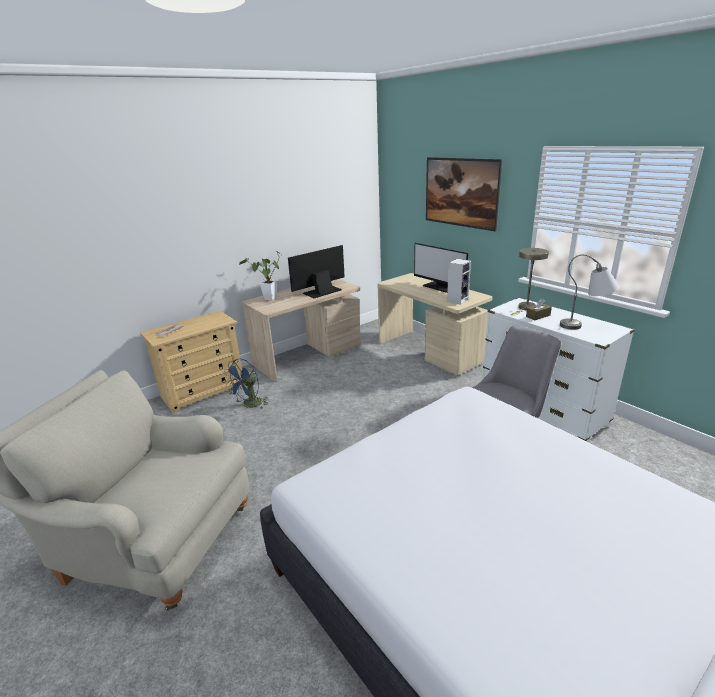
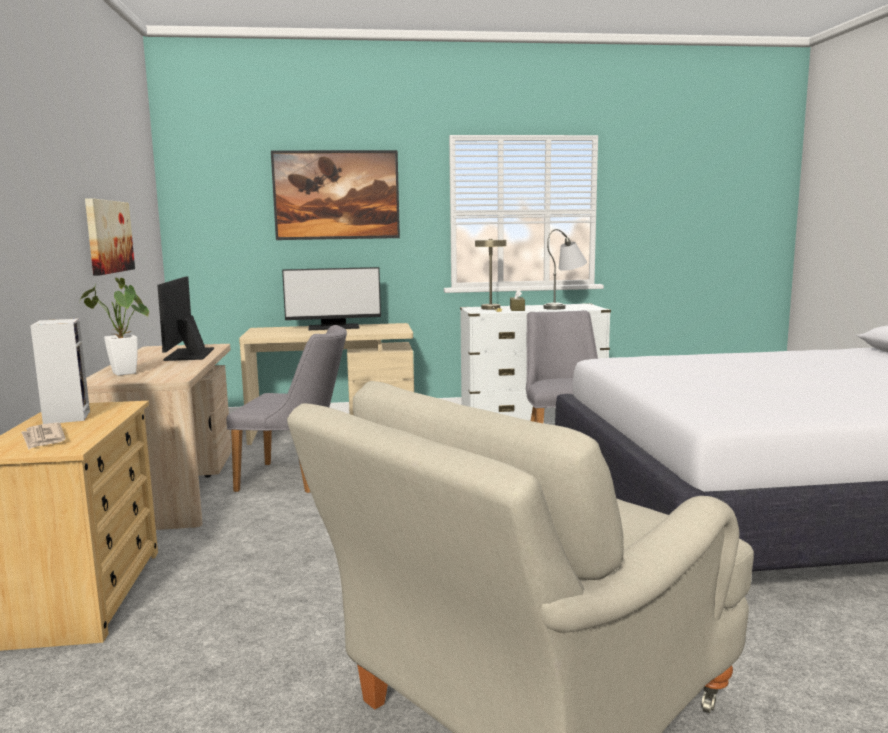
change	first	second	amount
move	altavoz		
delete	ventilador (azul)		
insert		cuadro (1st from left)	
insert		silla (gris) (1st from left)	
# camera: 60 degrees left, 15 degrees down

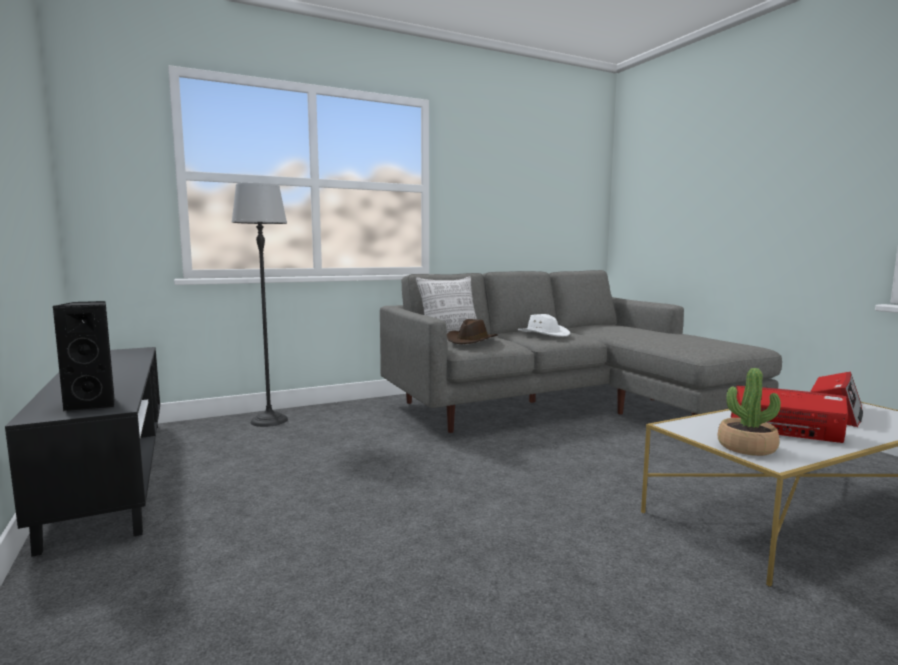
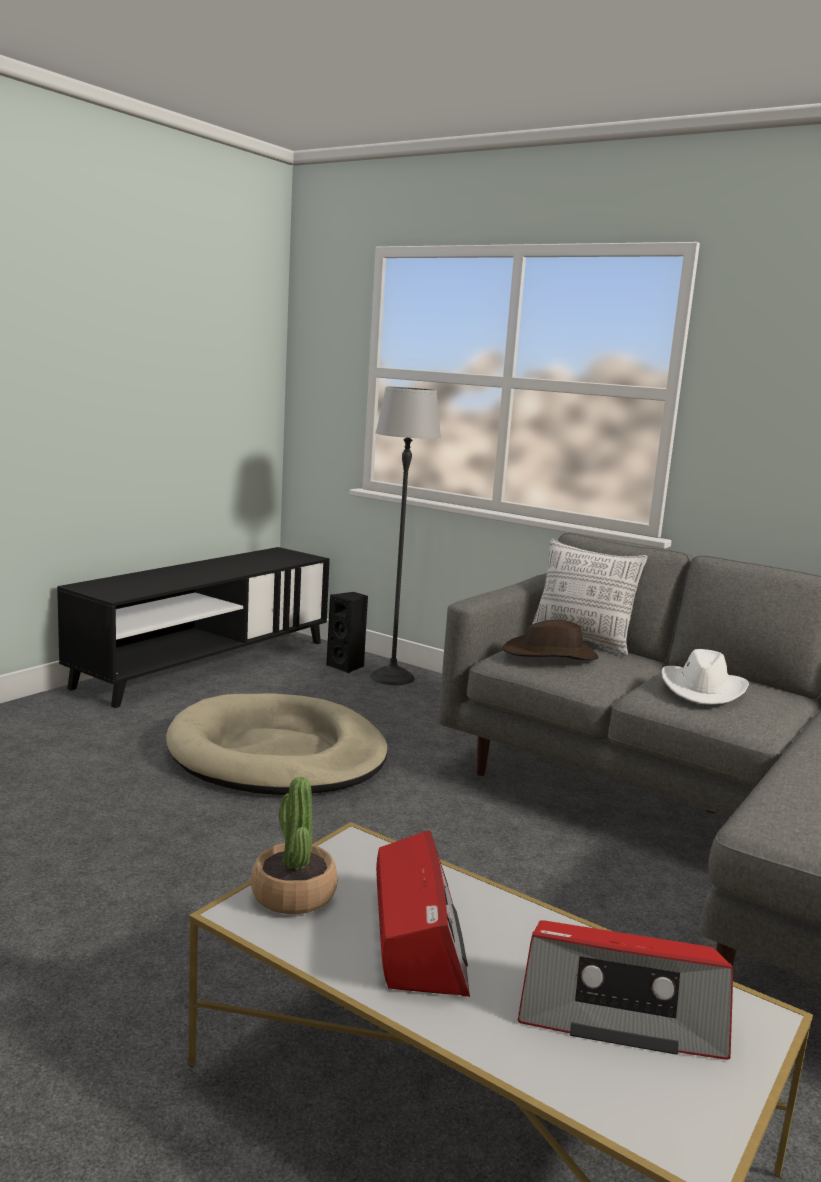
change	first	second	amount
move	altavoz (negro)		
insert		cama para perro (beis)	
# camera: 60 degrees right, 5 degrees up

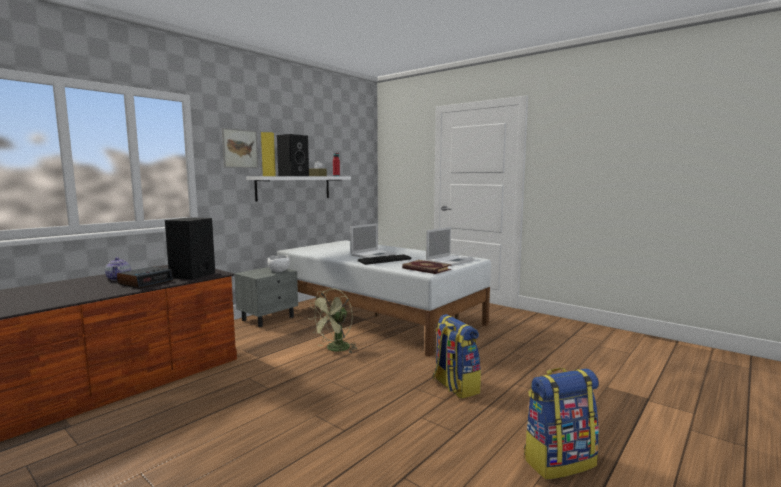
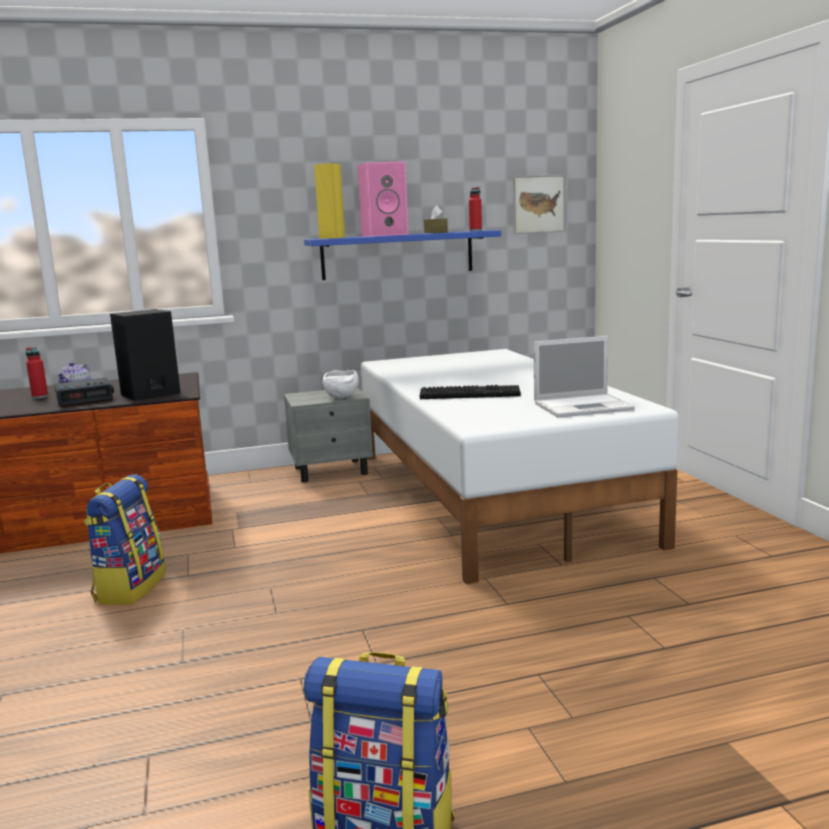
change	first	second	amount
move	cuadro		
recolor	altavoz (negro) (2nd from left)	altavoz (rosa)	
recolor	estante (blanco)	estante (azul)	
delete	portátil (1st from left)		
delete	libro		
delete	ventilador (verde)		
move	mochila (1st from left)		
insert		botella (rojo) (1st from left)	
# camera: 35 degrees right, 5 degrees up

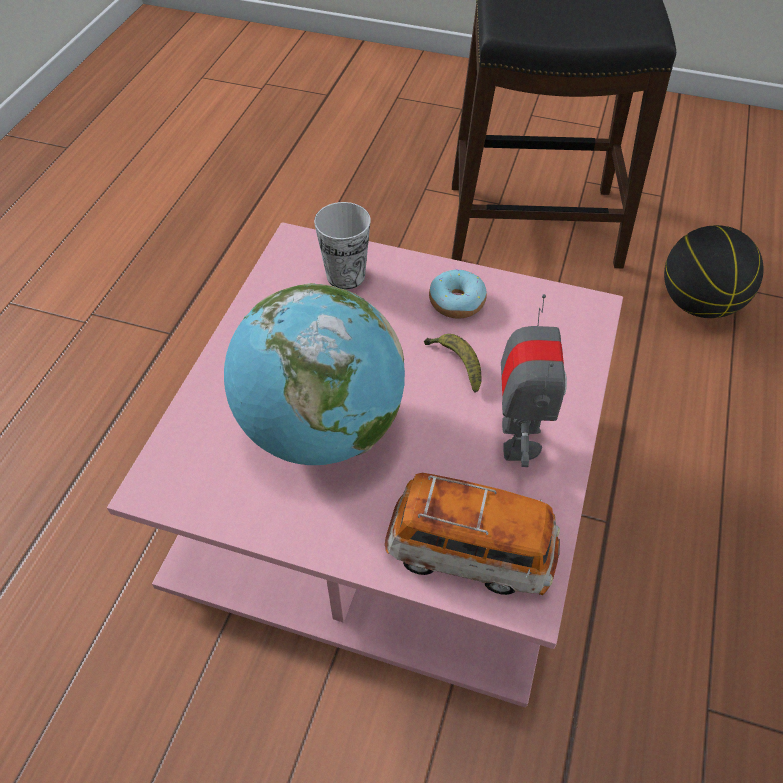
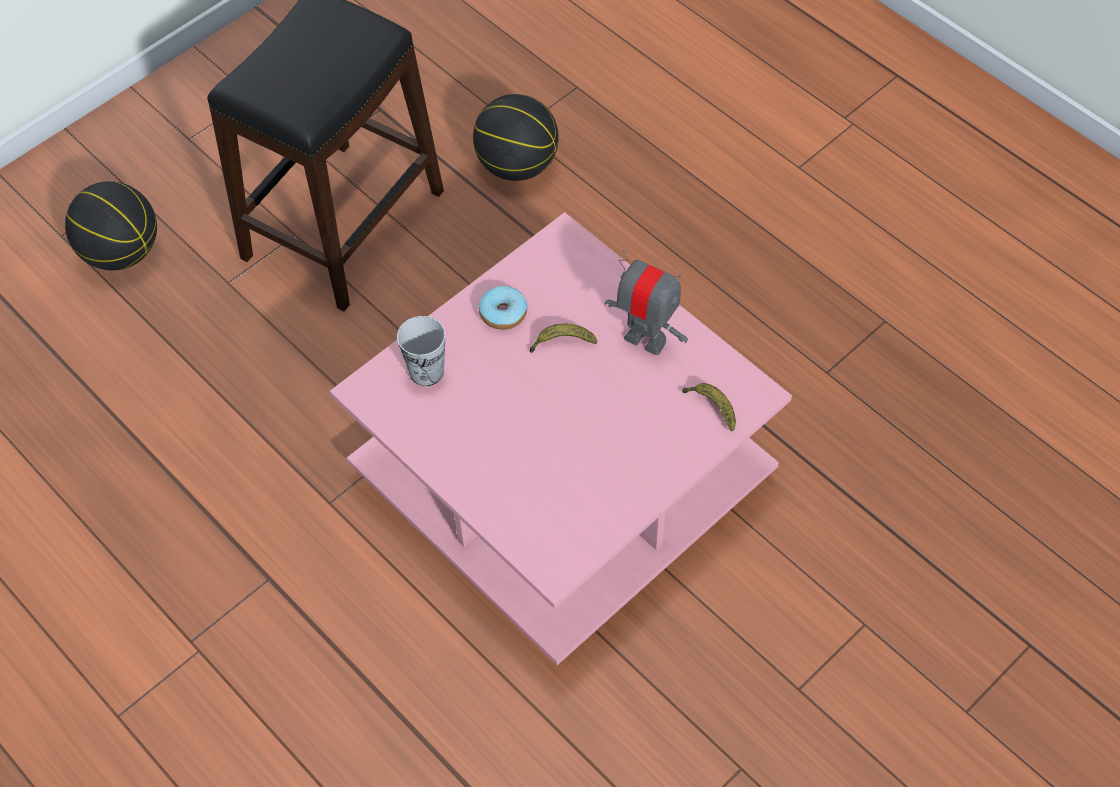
change	first	second	amount
delete	globo terráqueo		
replace	coche de juguete	plátano (2nd from left)	
insert		balón de baloncesto (1st from left)	
# camera: 60 degrees left, 5 degrees up

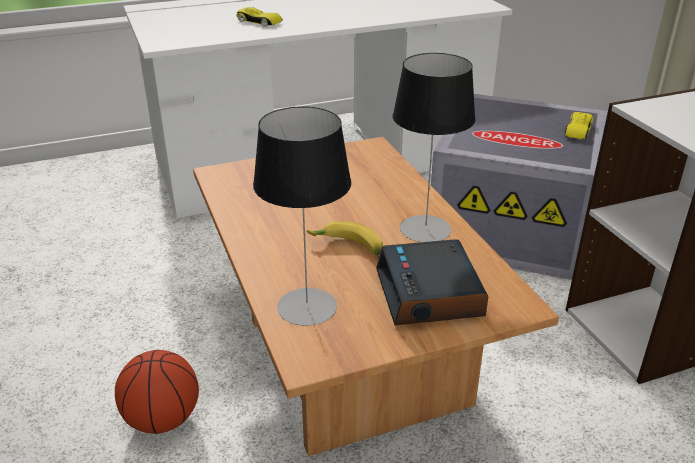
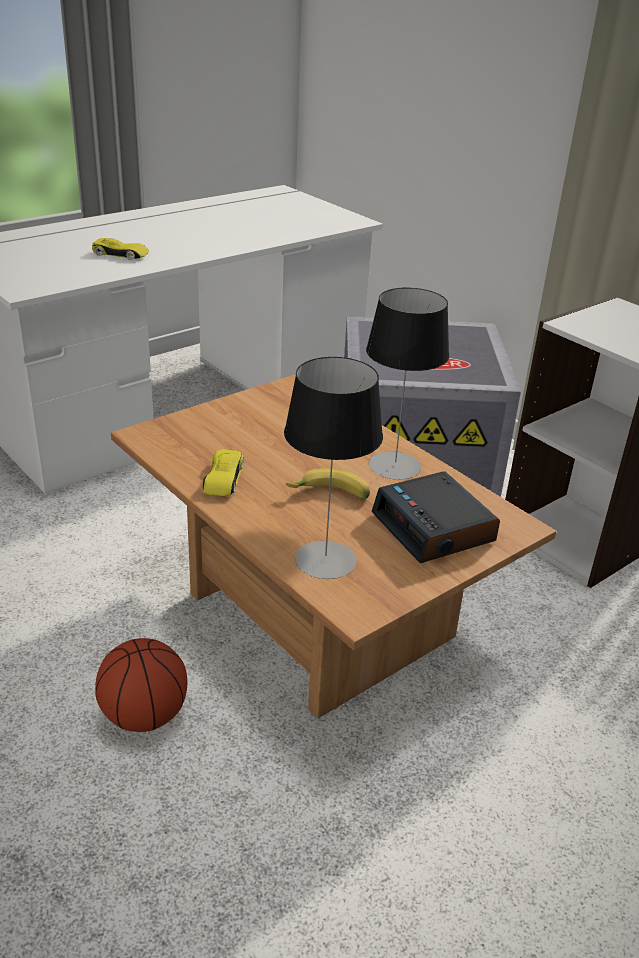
change	first	second	amount
move	coche de juguete (amarillo) (2nd from left)		
# camera: 20 degrees left, 0 degrees up

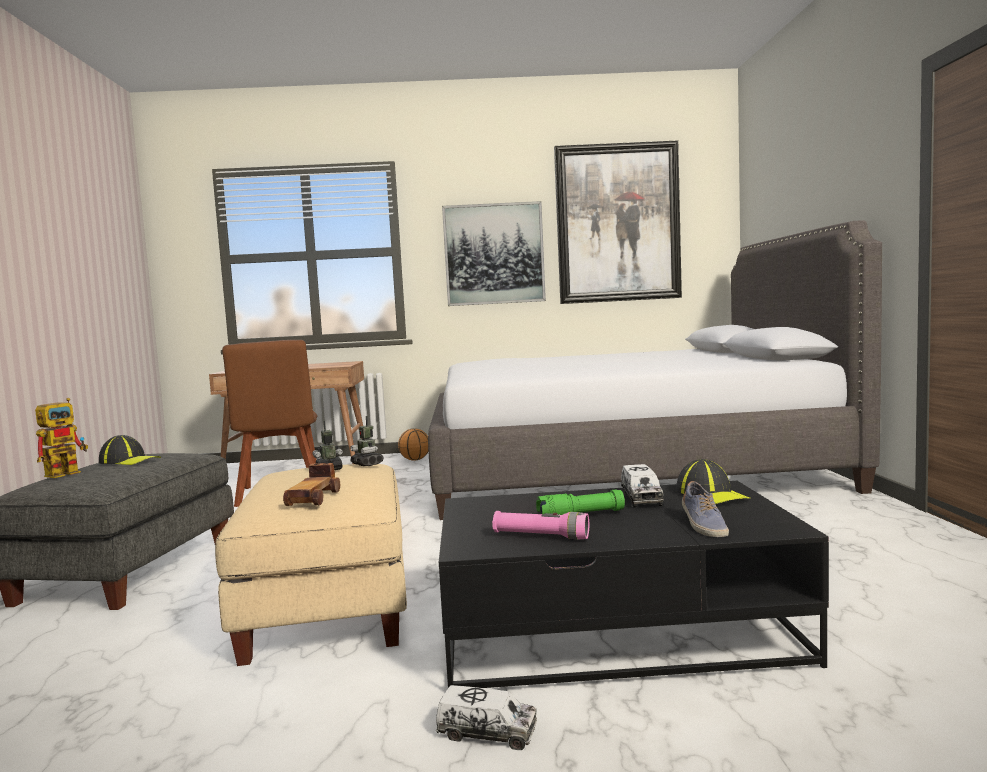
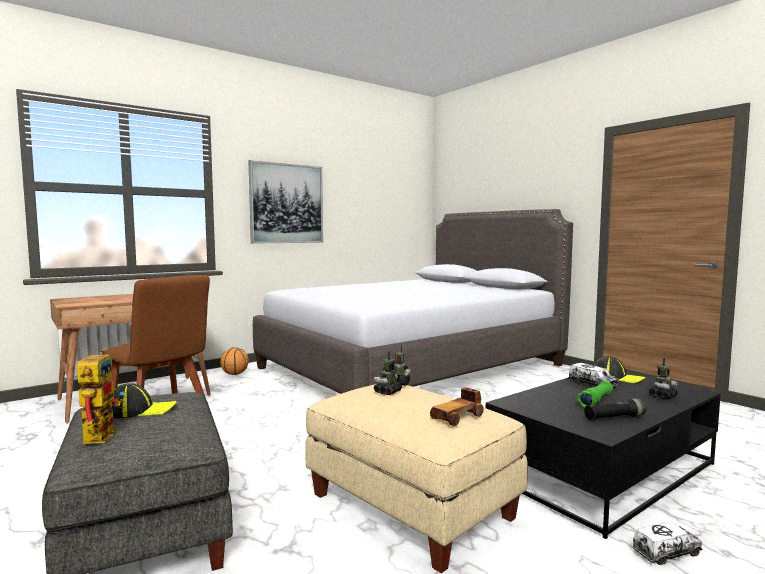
change	first	second	amount
delete	cuadro (2nd from left)		
rotate	coche de juguete		75 degrees clockwise
replace	zapato	robot de juguete (4th from left)	
recolor	linterna (rosa)	linterna (negro)	
# camera: 35 degrees left, 0 degrees up

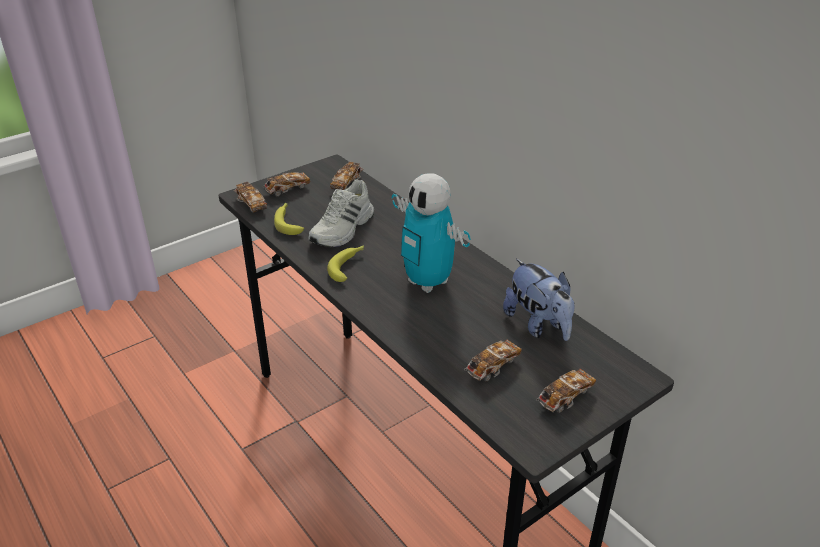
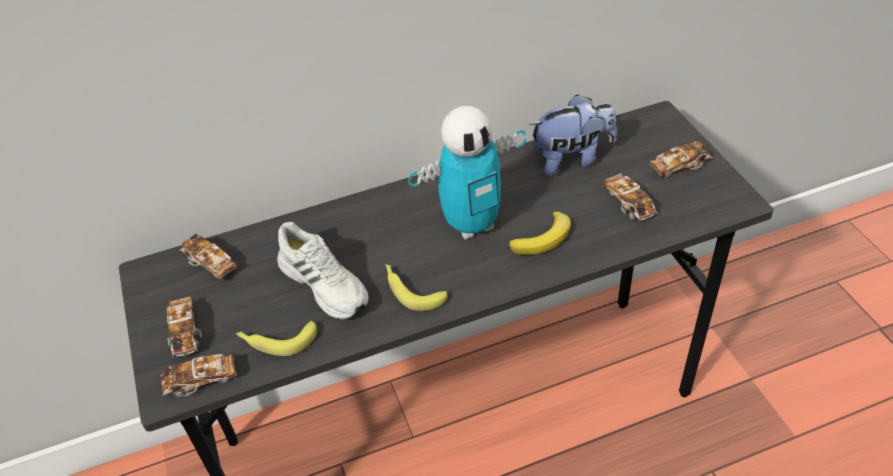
change	first	second	amount
rotate	coche de juguete (5th from left)		90 degrees counterclockwise
insert		plátano (3rd from left)	
# camera: 70 degrees left, 10 degrees up

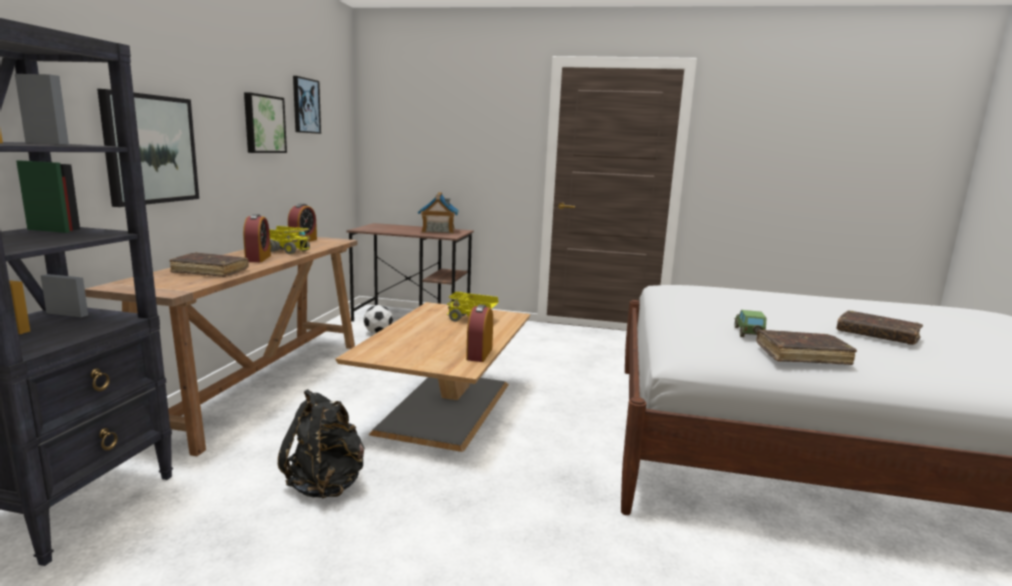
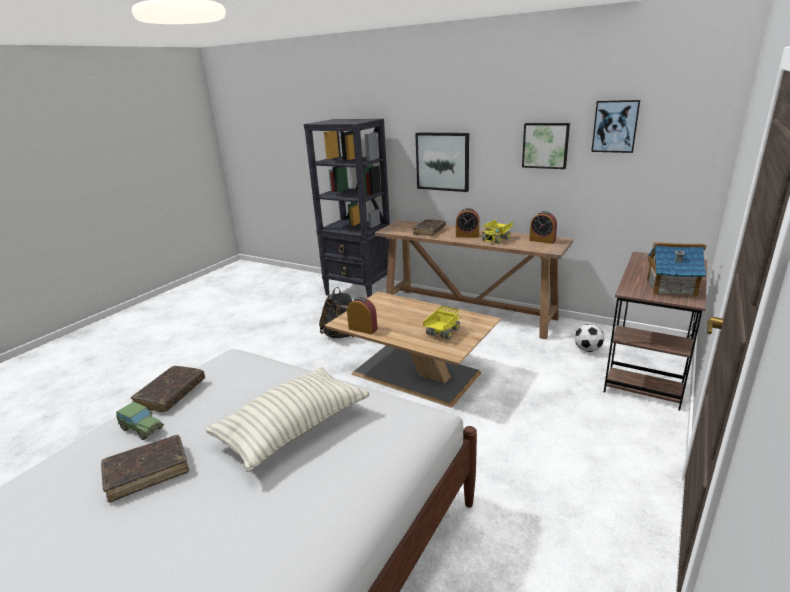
change	first	second	amount
move	coche de juguete		
insert		cojín	
# camera: 110 degrees right, 10 degrees up

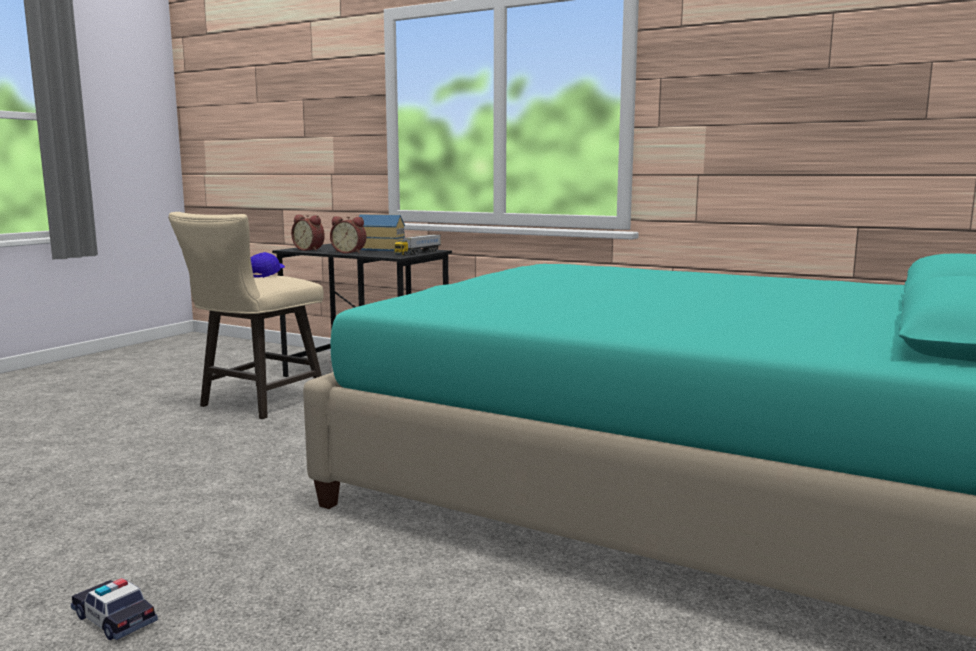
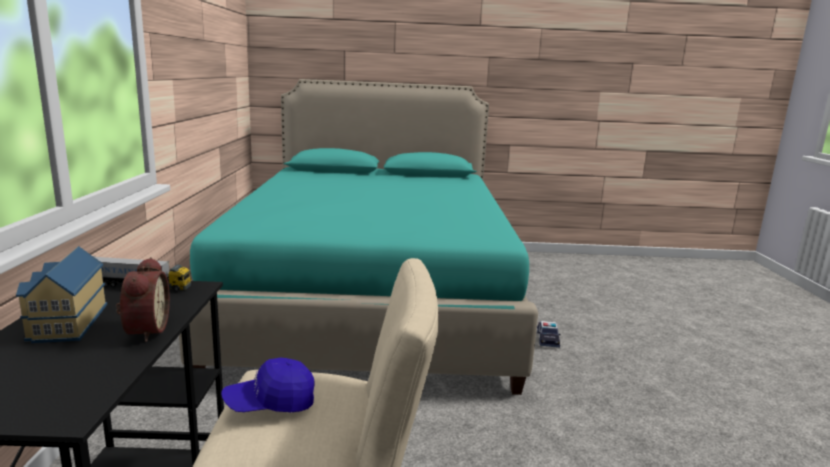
change	first	second	amount
delete	despertador (1st from left)		
move	coche de juguete		
# camera: 120 degrees left, 5 degrees up

